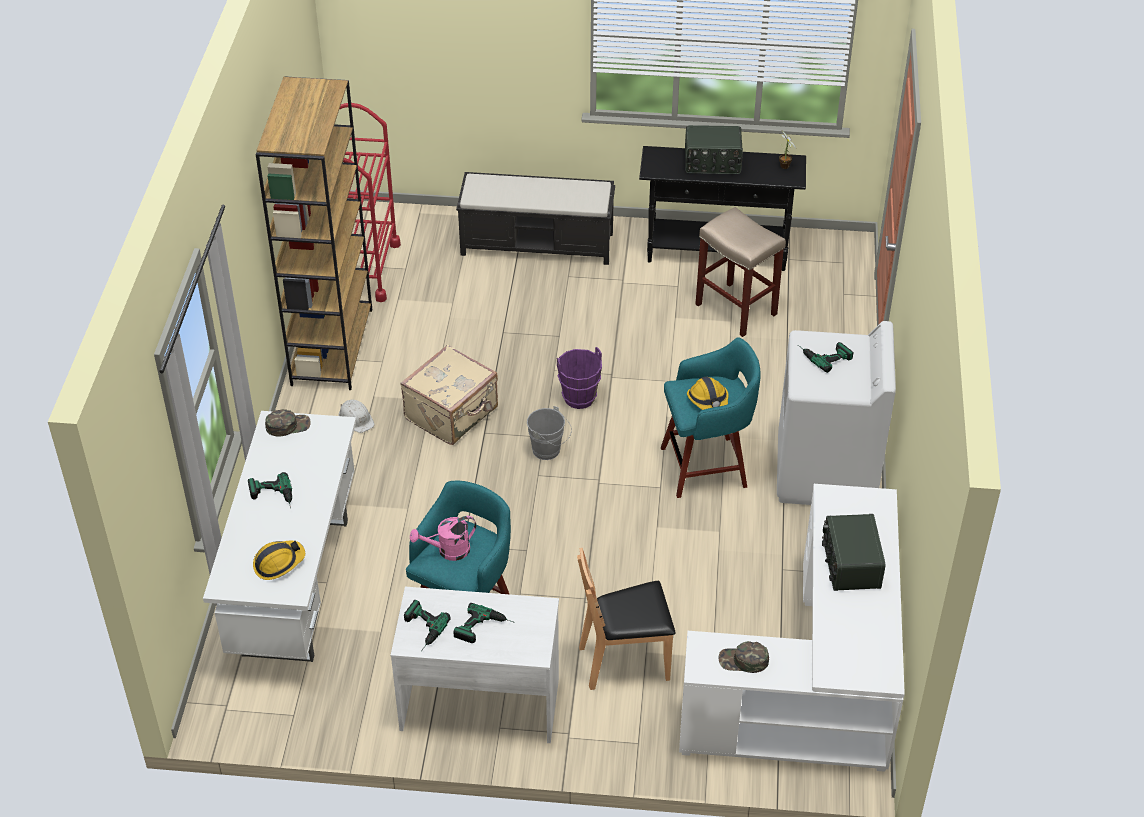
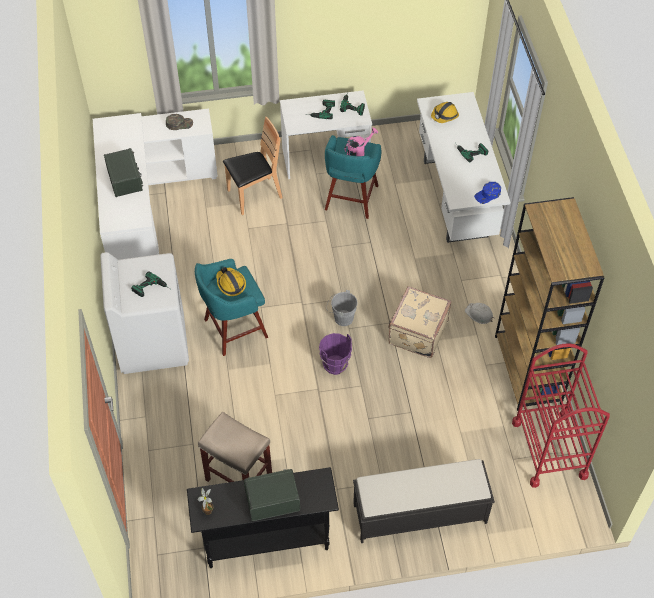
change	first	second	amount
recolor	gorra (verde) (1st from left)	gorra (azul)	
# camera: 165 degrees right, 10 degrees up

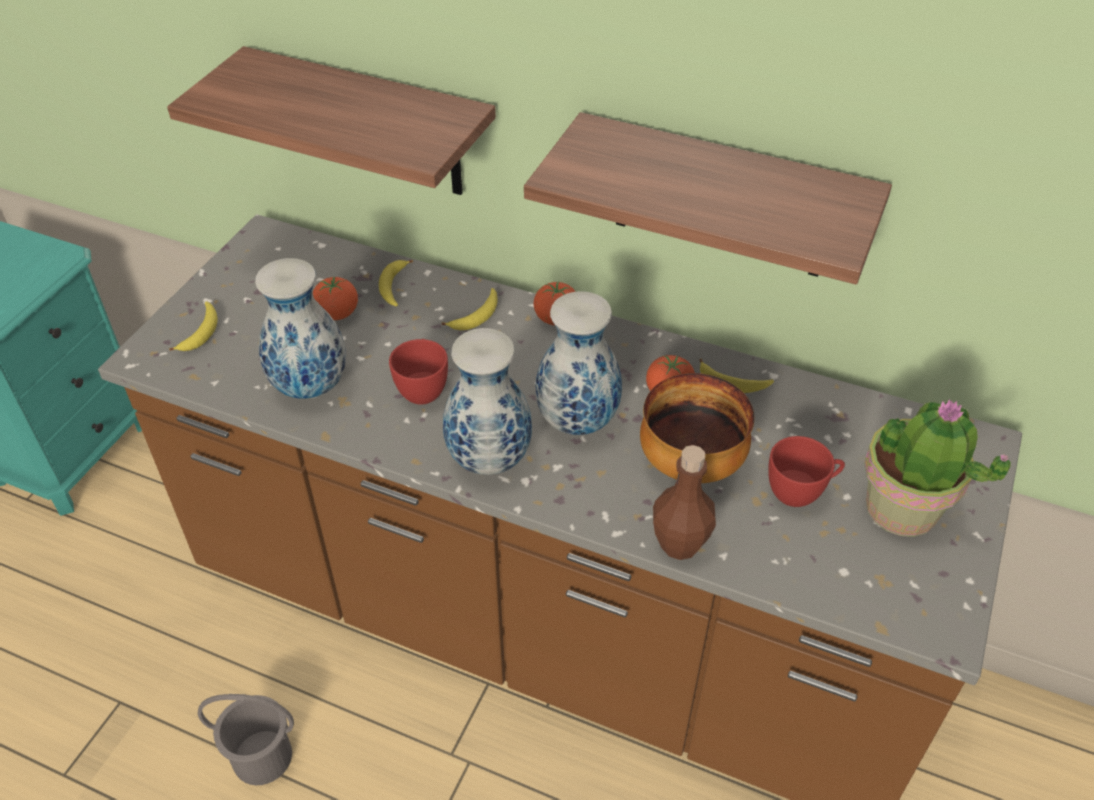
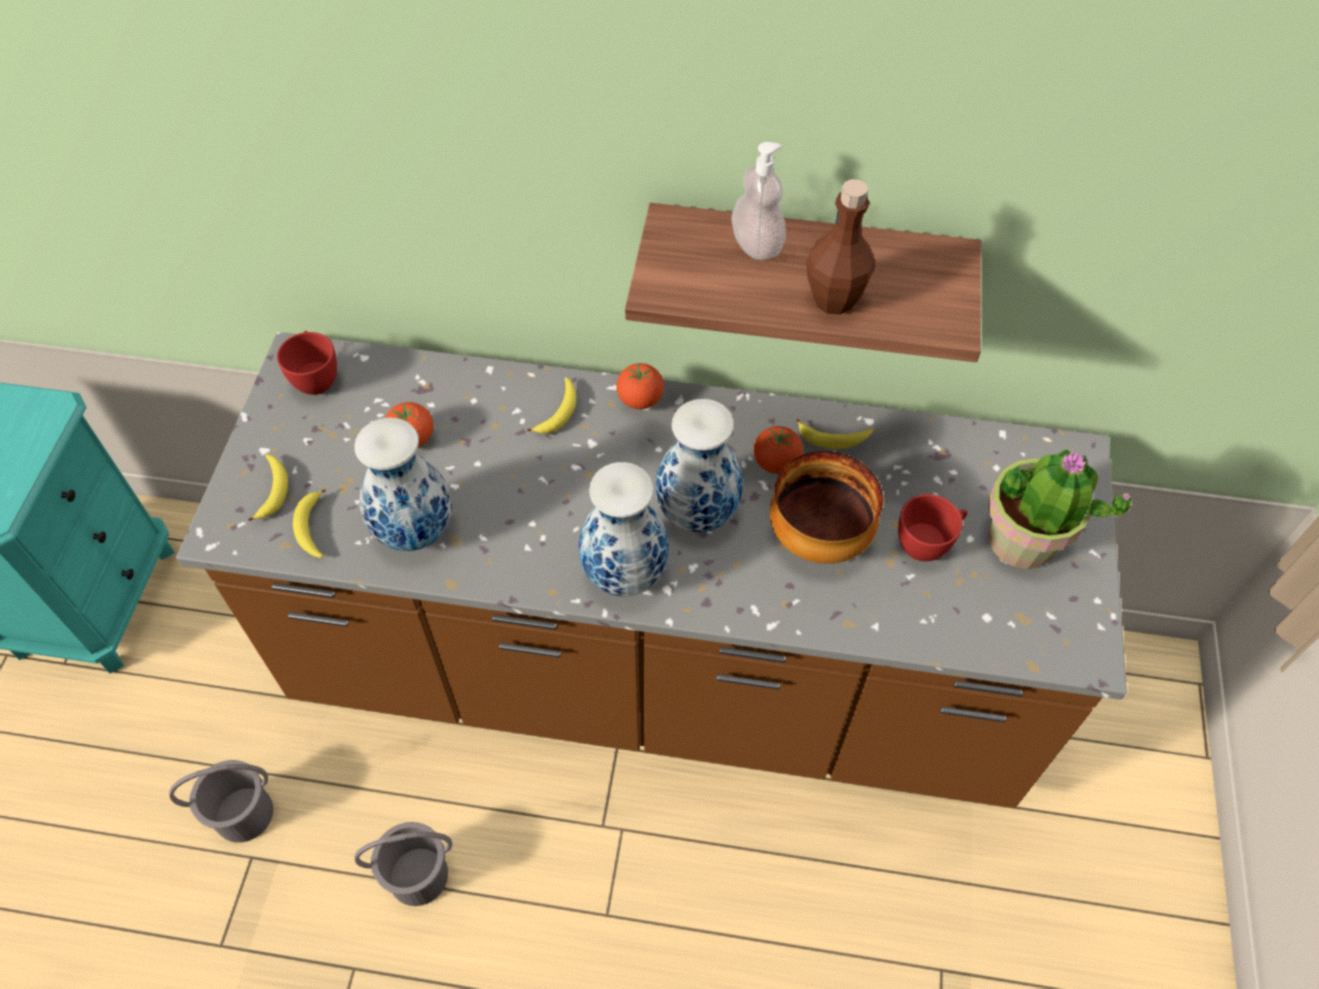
change	first	second	amount
delete	estante (1st from left)		
move	plátano (2nd from left)		
move	taza (rojo) (1st from left)		
move	botella (marrón)		
insert		dispensador de jabón	
insert		cubo (gris) (1st from left)	
# camera: 15 degrees left, 10 degrees up

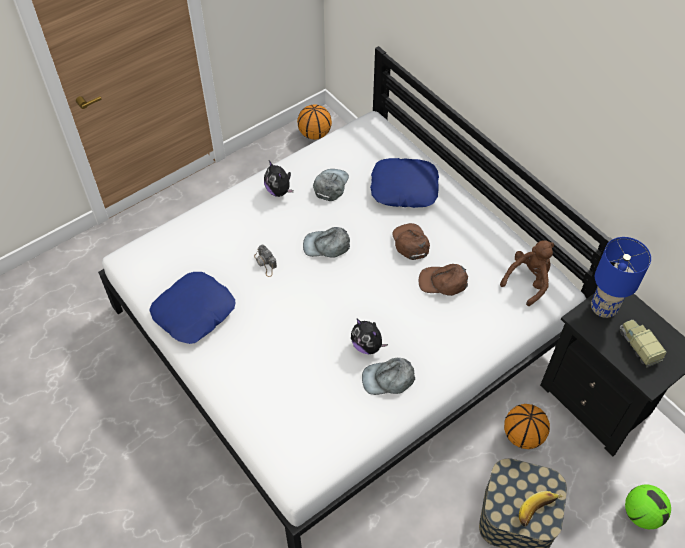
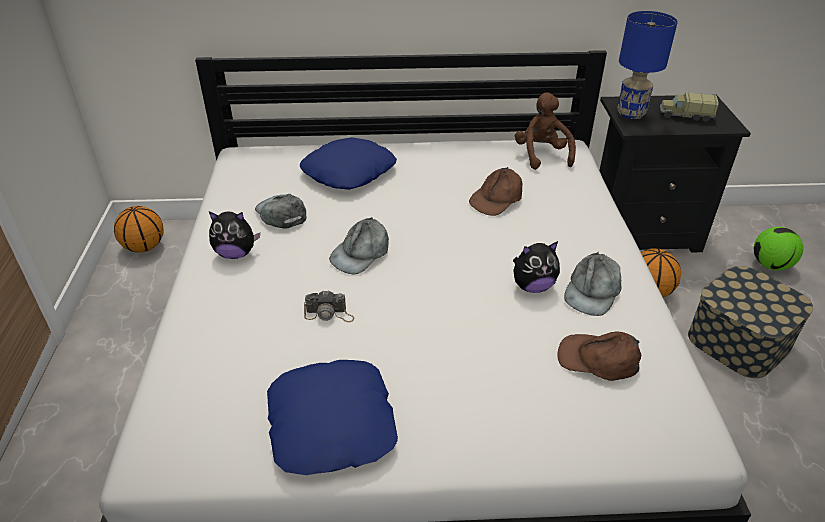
change	first	second	amount
move	gorra (marrón) (1st from left in the first image)	gorra (marrón) (2nd from left)	
delete	plátano		
# camera: 55 degrees left, 15 degrees down

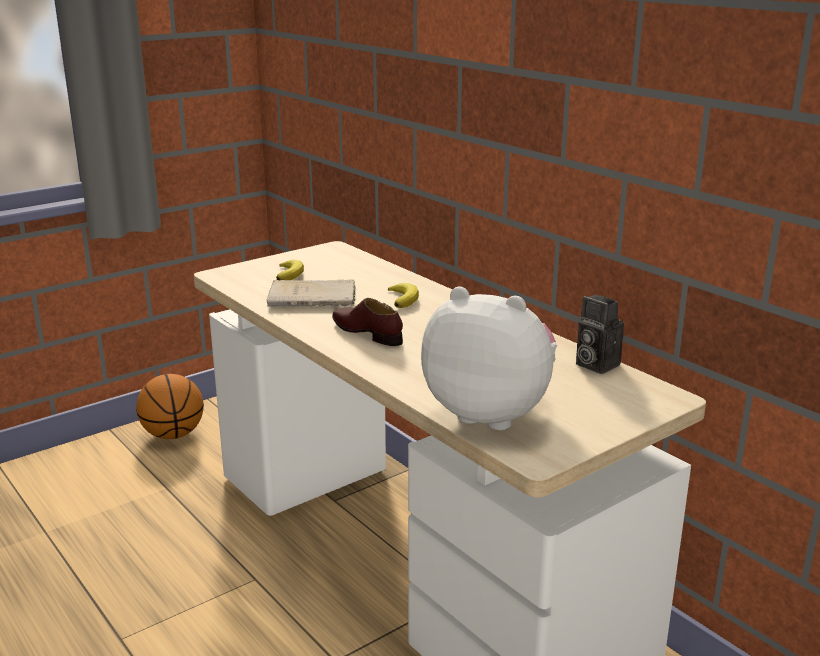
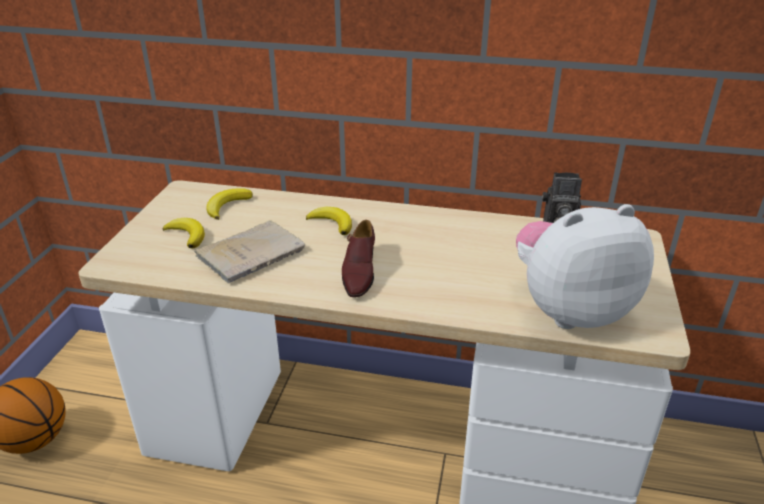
change	first	second	amount
rotate	zapato (marrón)		90 degrees counterclockwise
insert		plátano (2nd from left)	
# camera: 40 degrees left, 10 degrees up

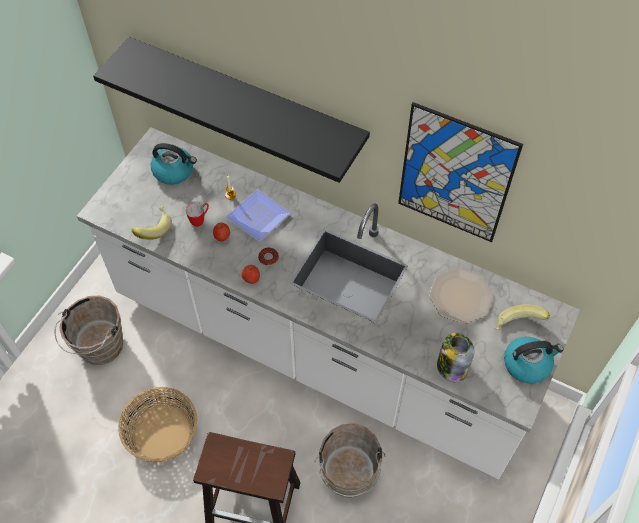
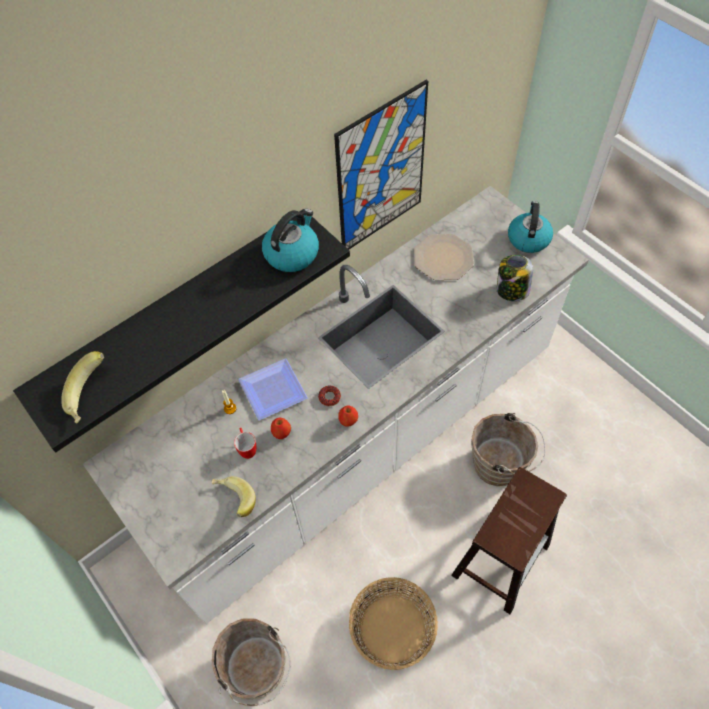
change	first	second	amount
move	hervidor (1st from left)		
move	plátano (2nd from left in the first image)	plátano (1st from left)	
# camera: 65 degrees left, 0 degrees up

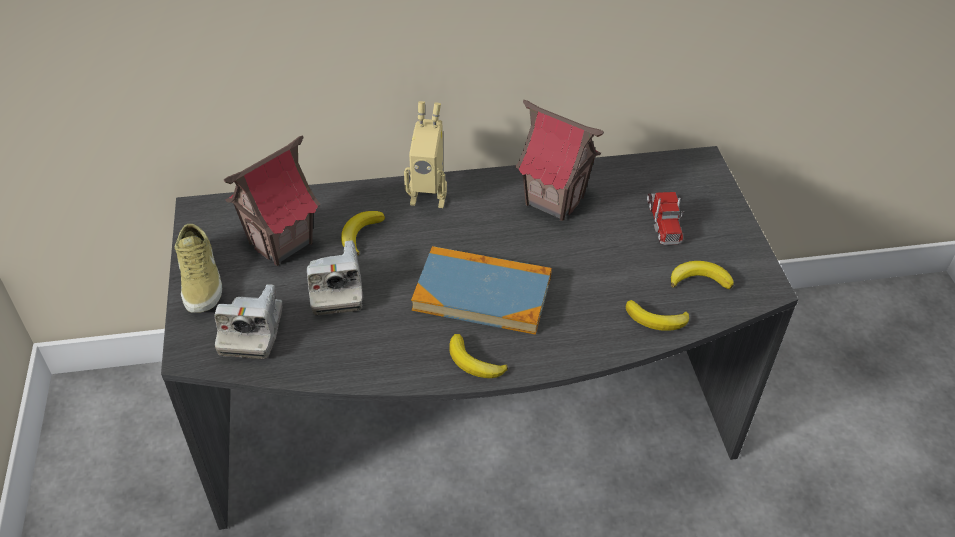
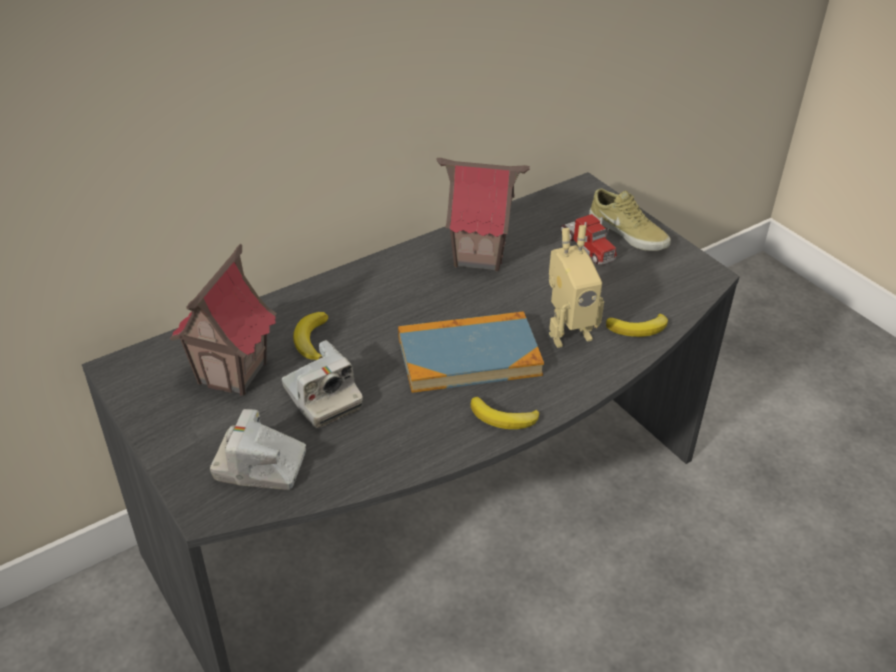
change	first	second	amount
move	robot de juguete		
move	zapato (beis)		
delete	plátano (4th from left)		
rotate	cámara (1st from left)		120 degrees clockwise
# camera: 25 degrees left, 5 degrees down

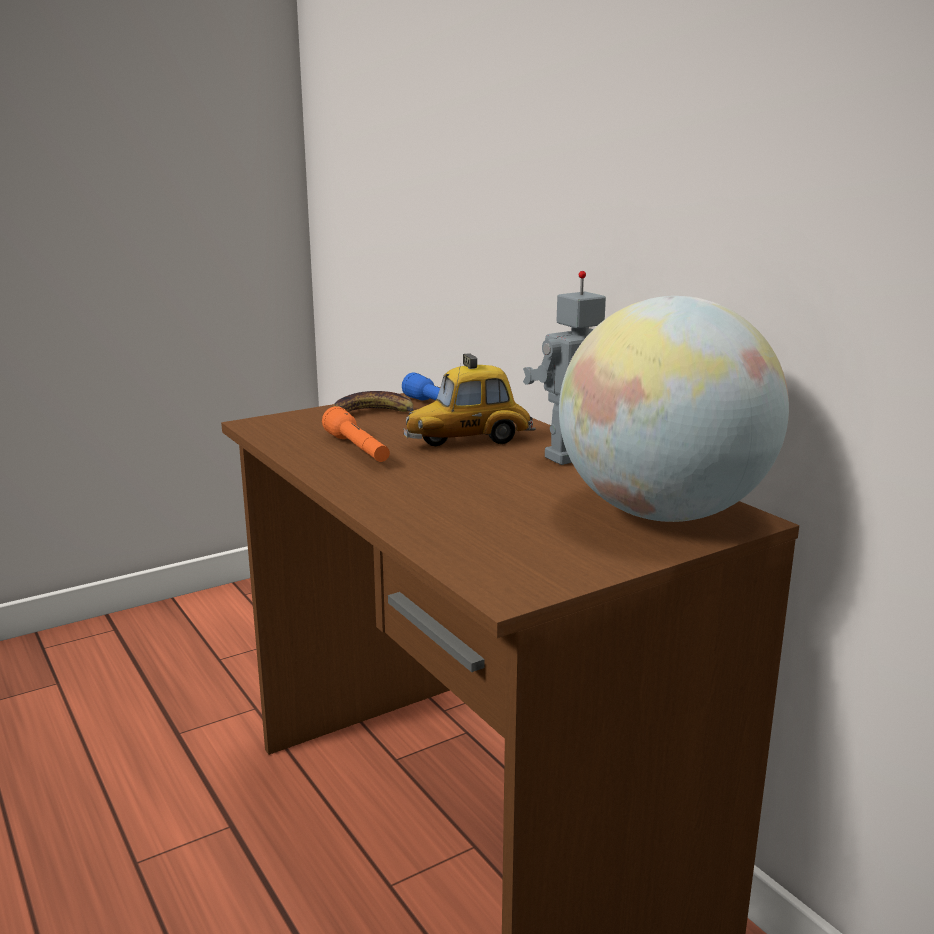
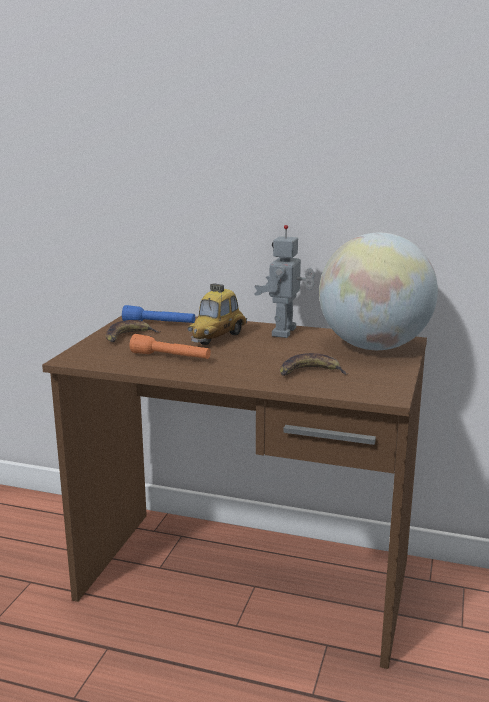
change	first	second	amount
insert		plátano (2nd from left)	
# camera: 40 degrees left, 0 degrees up

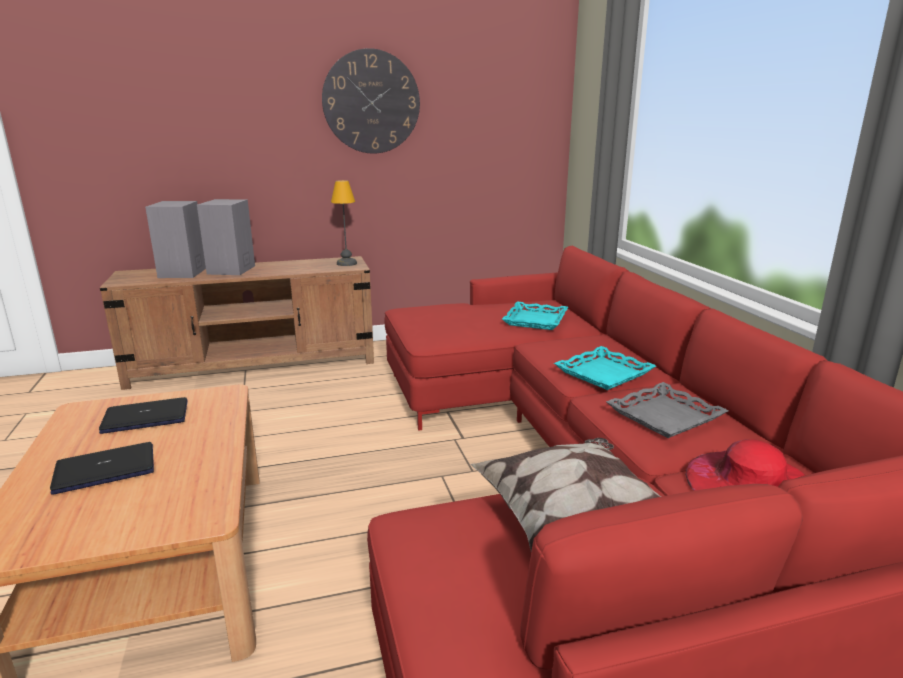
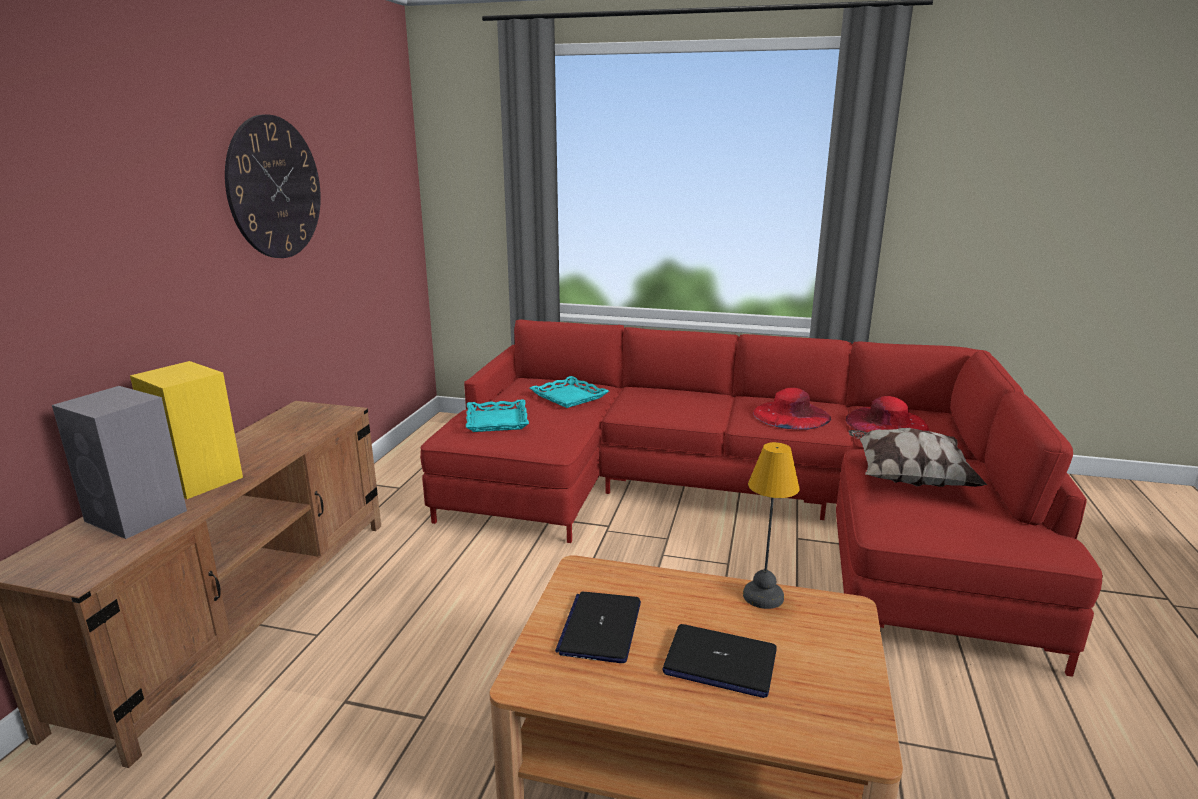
change	first	second	amount
move	lámpara de mesa		
recolor	altavoz (gris) (2nd from left)	altavoz (amarillo)	
move	bandeja (turquesa) (2nd from left in the first image)	bandeja (turquesa) (1st from left)	
replace	bandeja (gris)	sombrero (rojo) (1st from left)	
rotate	portátil (1st from left in the first image)	portátil (2nd from left)	75 degrees counterclockwise
# camera: 60 degrees left, 0 degrees up

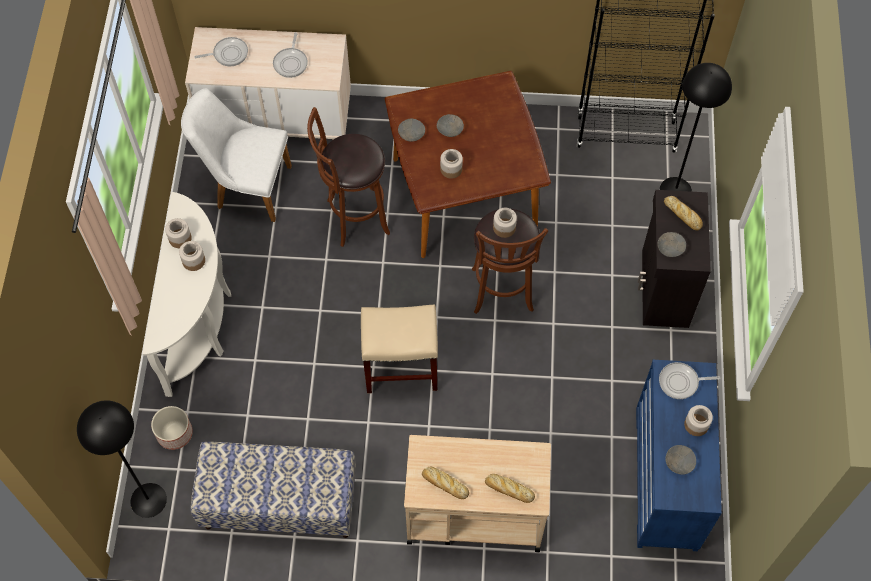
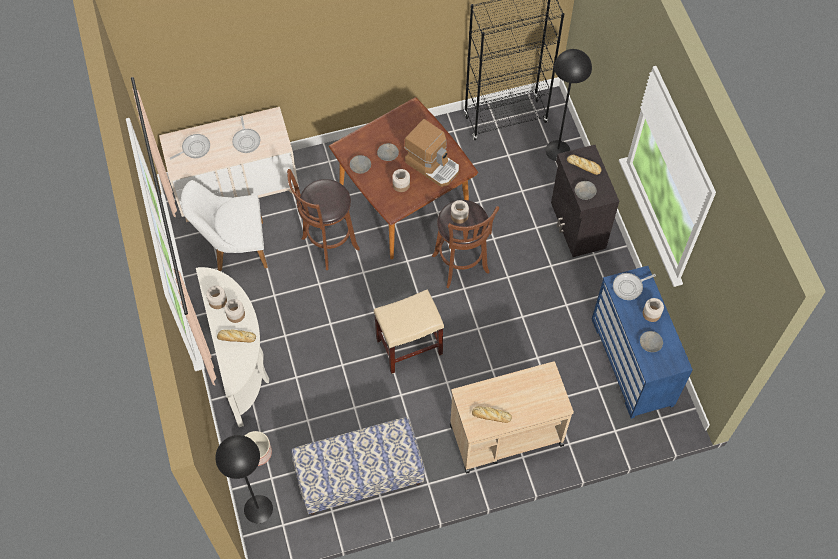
change	first	second	amount
move	pan (2nd from left in the first image)	pan (1st from left)	
insert		cafetera	
# camera: 20 degrees left, 0 degrees up

